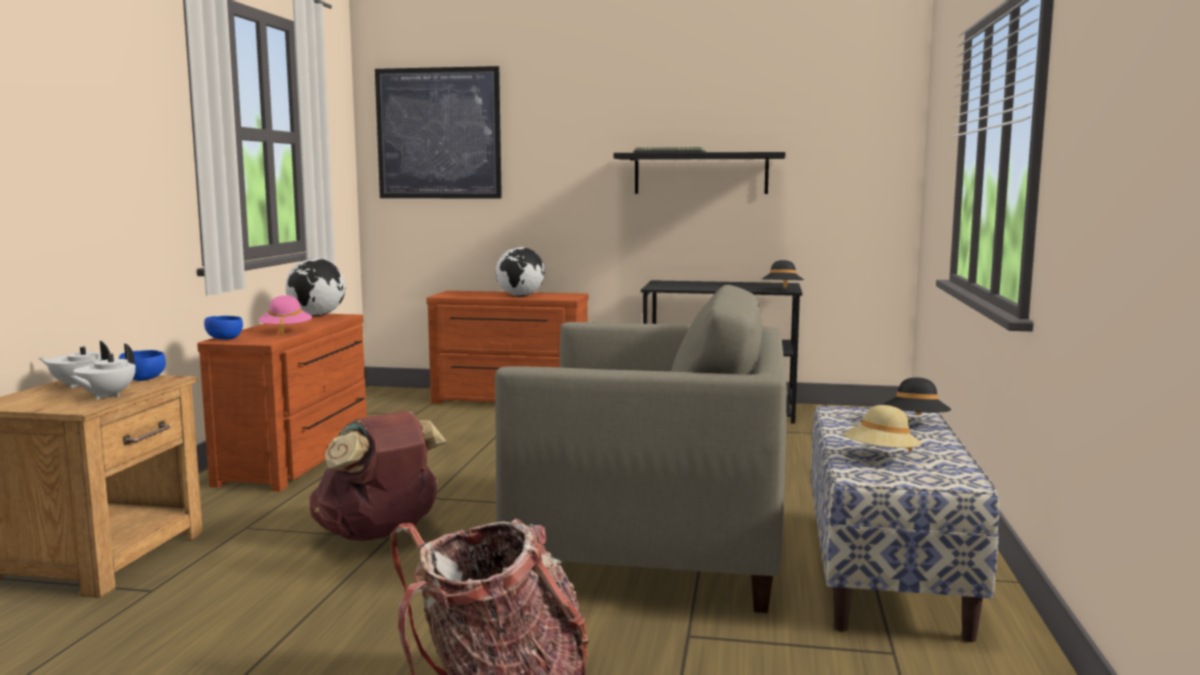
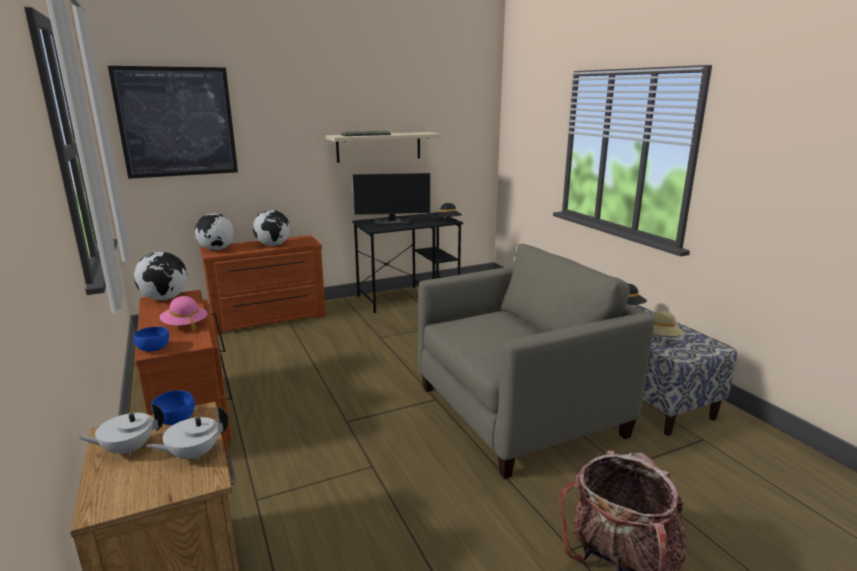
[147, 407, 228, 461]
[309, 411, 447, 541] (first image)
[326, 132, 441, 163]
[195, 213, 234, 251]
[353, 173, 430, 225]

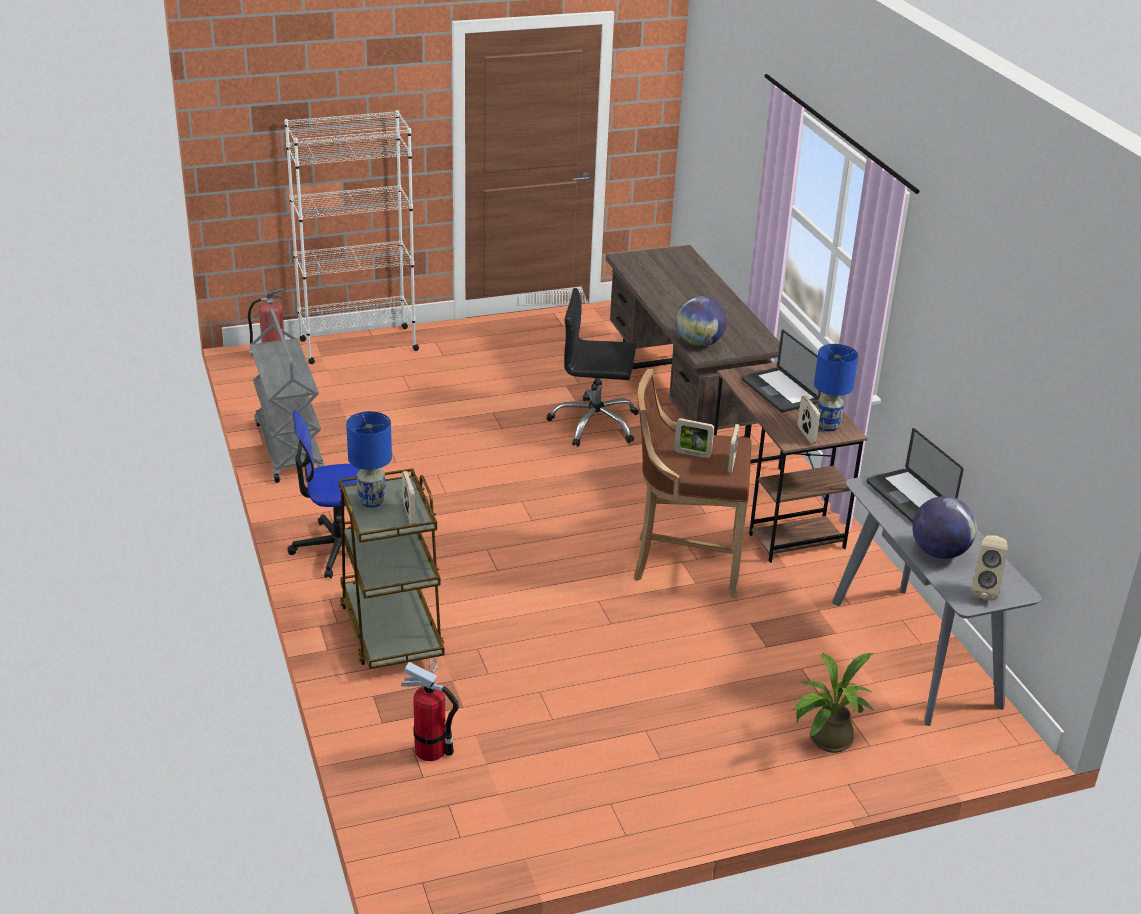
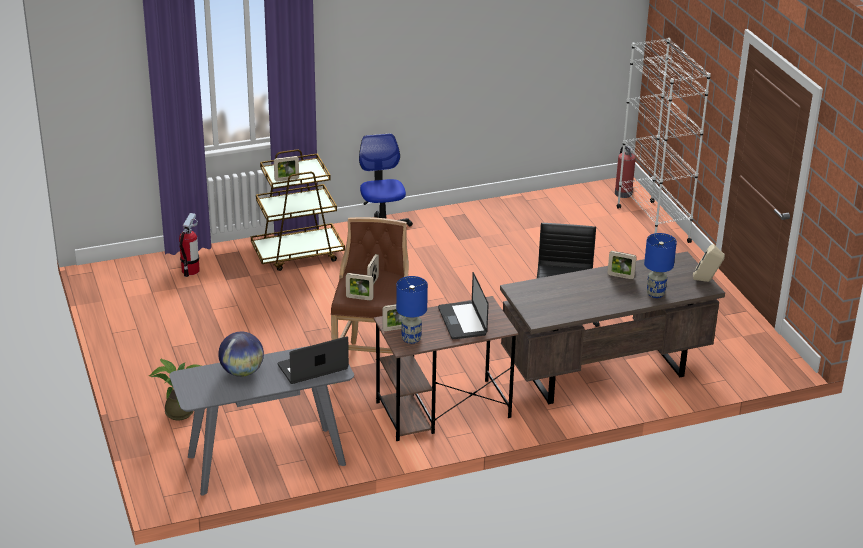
[250, 308, 324, 483] (first image)
[644, 233, 677, 298]
[676, 296, 727, 347] (first image)
[438, 272, 489, 339]
[693, 244, 725, 282]
[607, 251, 637, 279]

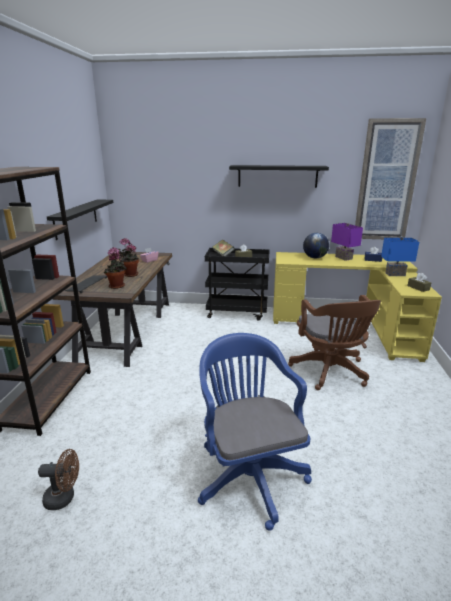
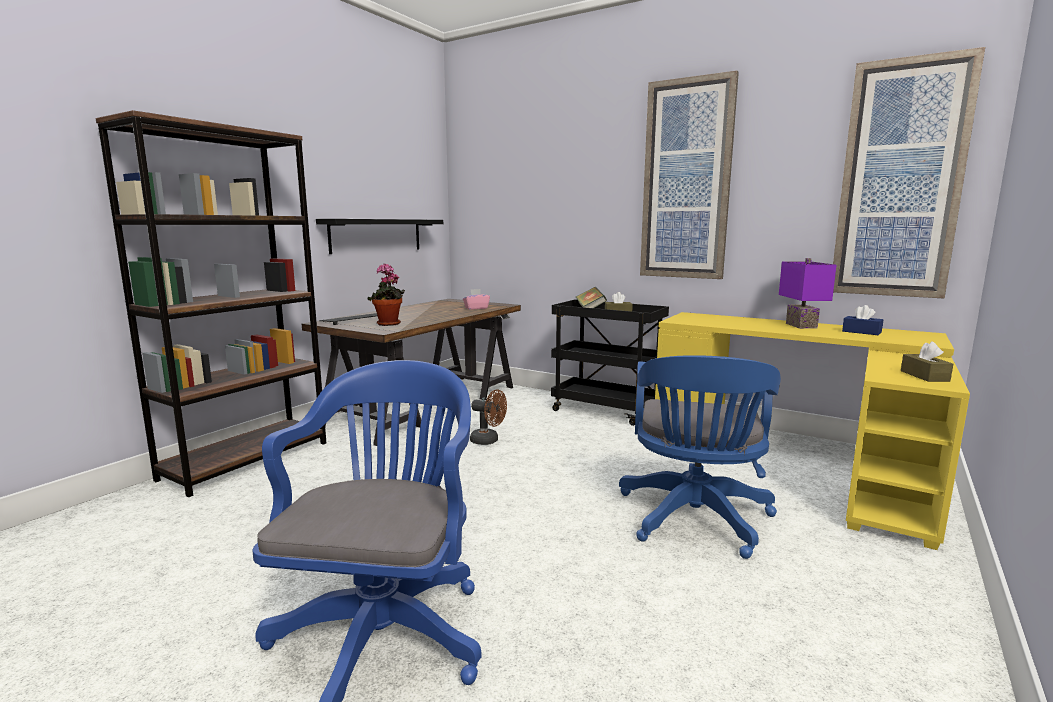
[470, 390, 507, 445]
[118, 238, 139, 277] (first image)
[640, 71, 739, 279]
[619, 355, 781, 559]
[303, 233, 329, 259] (first image)
[381, 237, 419, 276] (first image)

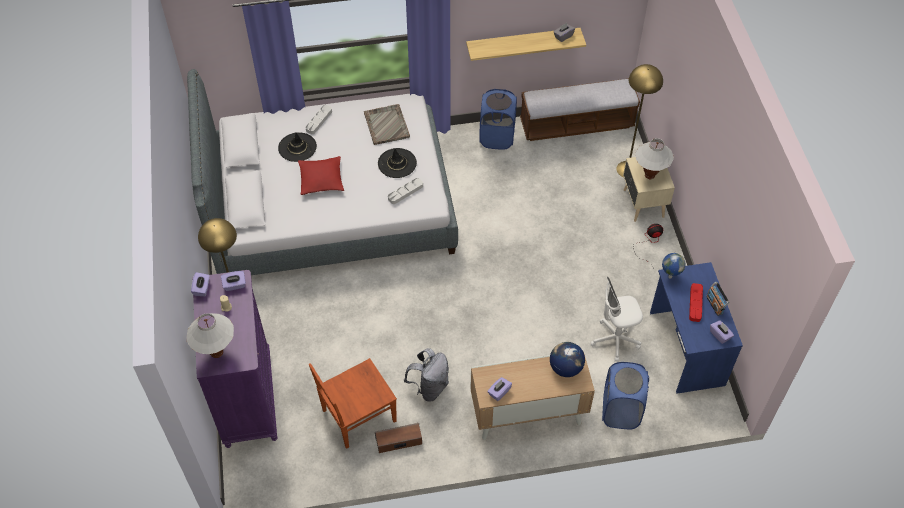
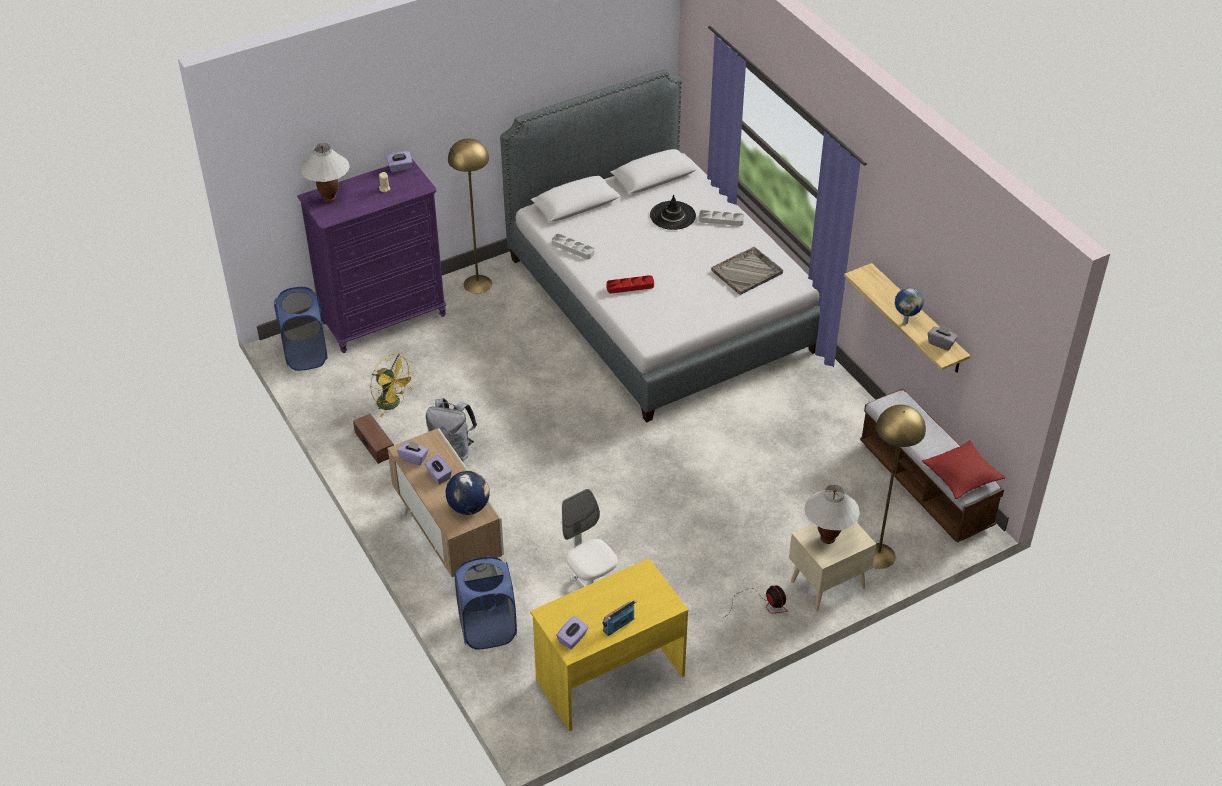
[425, 455, 452, 484]
[922, 440, 1005, 499]
[370, 354, 415, 417]
[378, 148, 417, 178] (first image)
[552, 234, 595, 259]
[274, 287, 328, 371]
[530, 558, 689, 731]
[895, 288, 924, 324]
[607, 275, 654, 294]

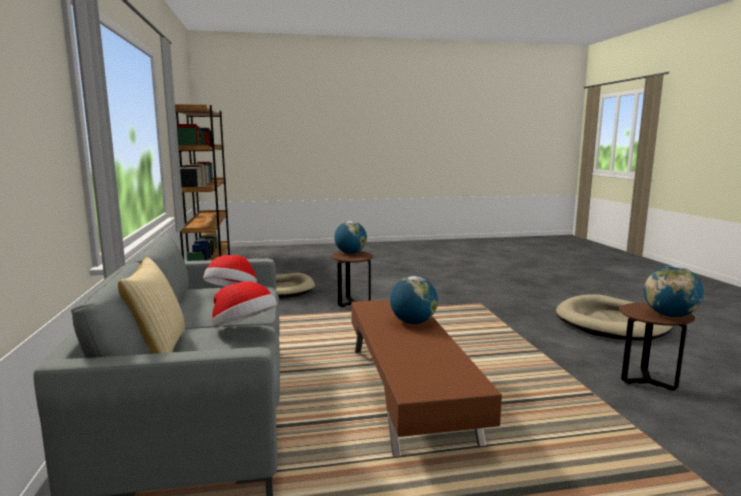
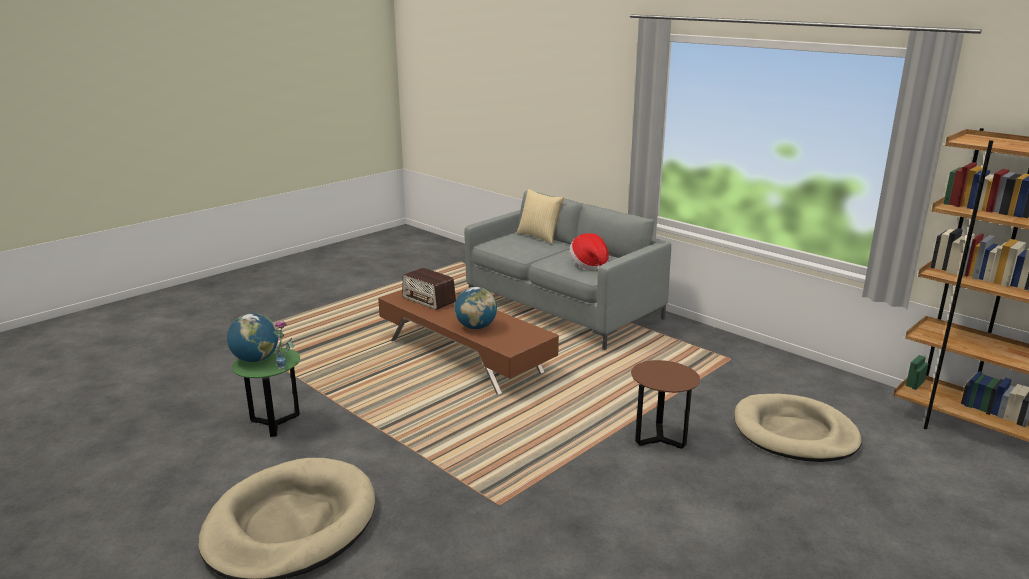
[212, 281, 277, 328] (first image)
[334, 221, 367, 254] (first image)
[232, 348, 300, 437]
[273, 321, 294, 369]
[402, 268, 456, 310]

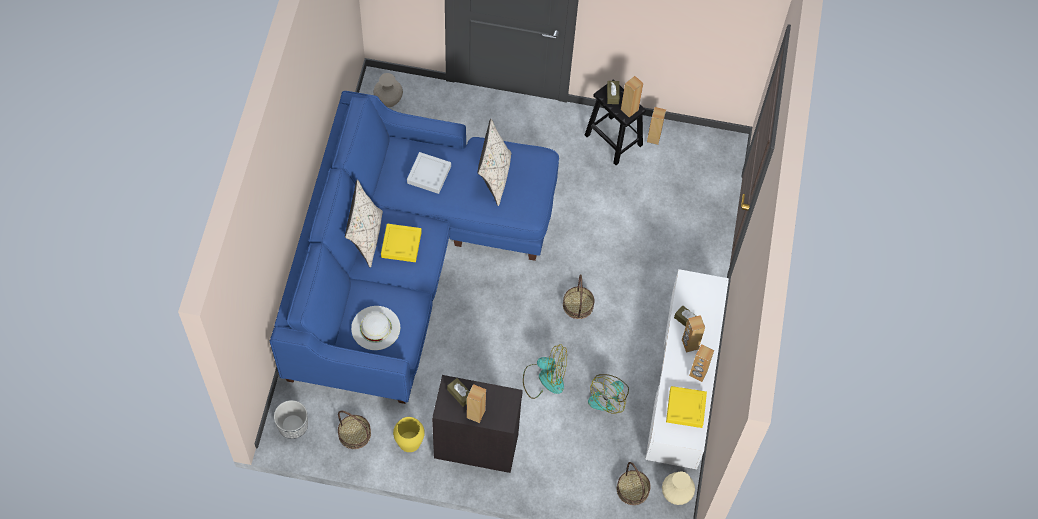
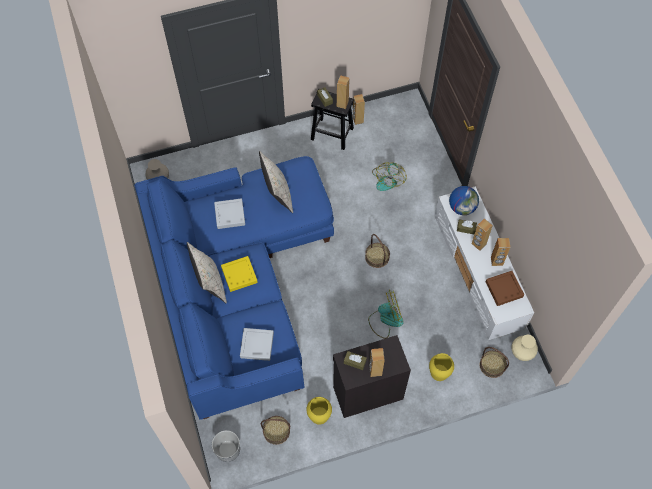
[240, 328, 274, 361]
[372, 162, 407, 191]
[486, 271, 524, 306]
[429, 353, 454, 381]
[449, 186, 479, 215]

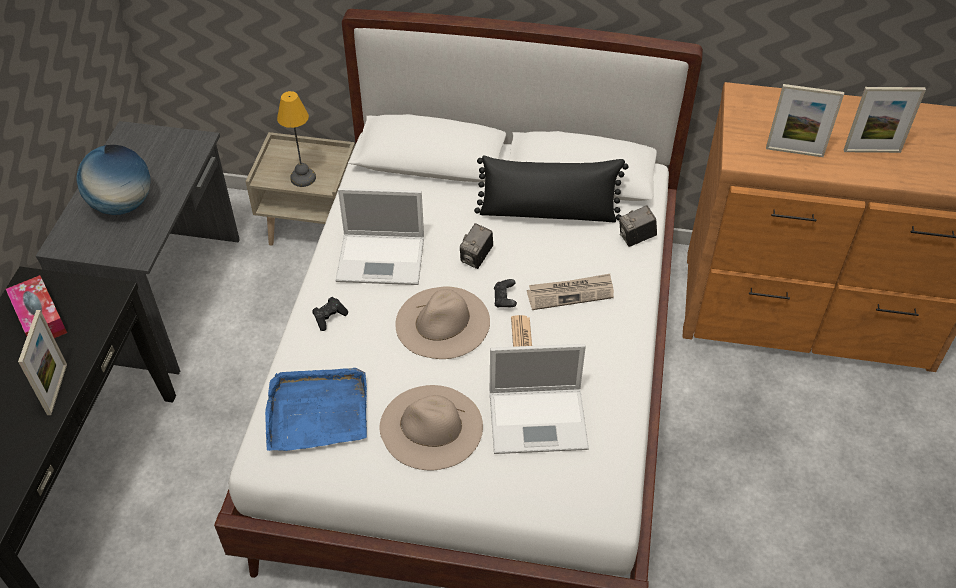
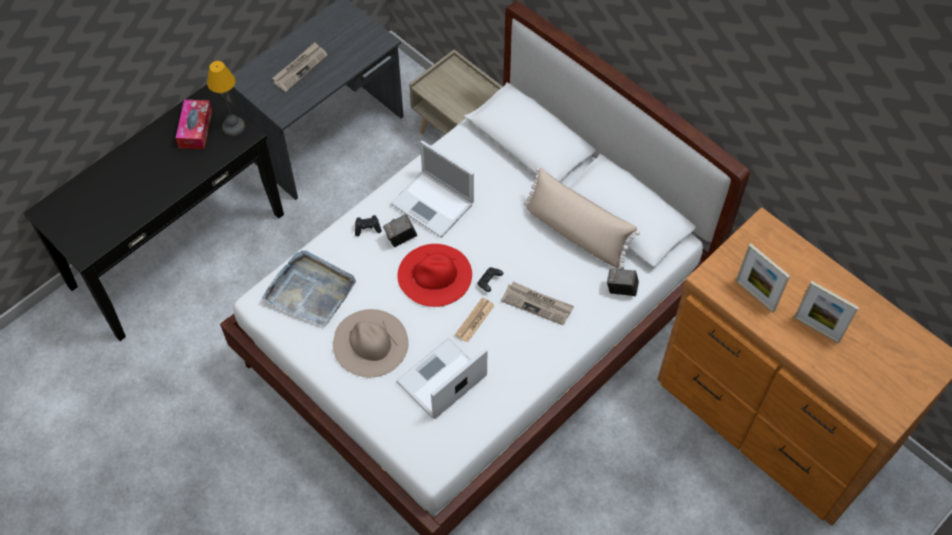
[18, 310, 67, 415] (first image)
[272, 42, 328, 92]
[262, 250, 356, 326]
[207, 61, 245, 136]
[397, 244, 472, 307]
[383, 214, 417, 247]
[524, 167, 640, 268]
[396, 338, 488, 419]

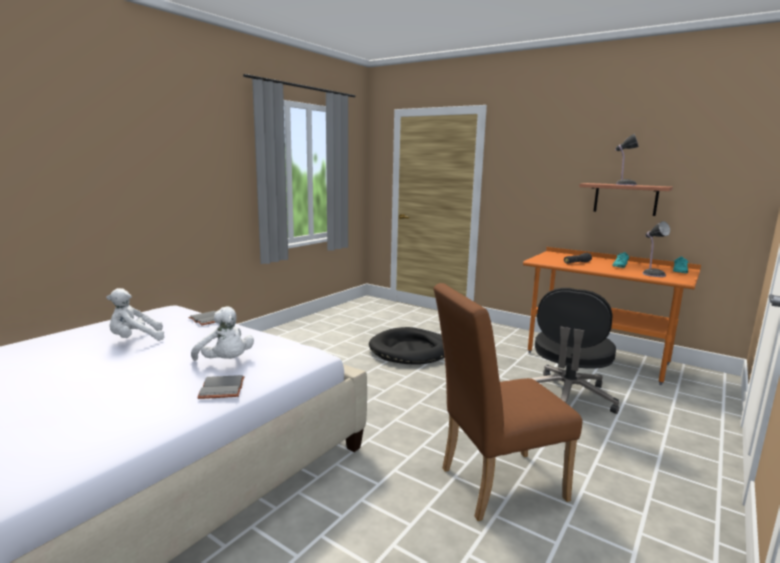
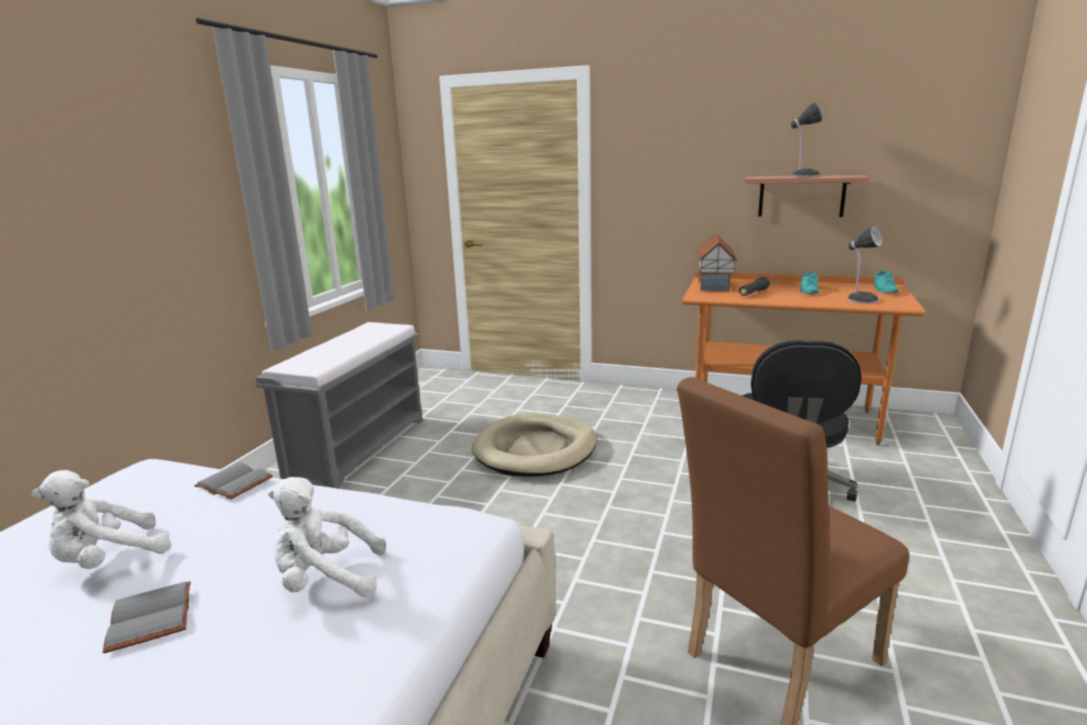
[268, 477, 386, 597]
[103, 581, 191, 653]
[472, 413, 597, 477]
[255, 322, 423, 489]
[696, 234, 738, 292]

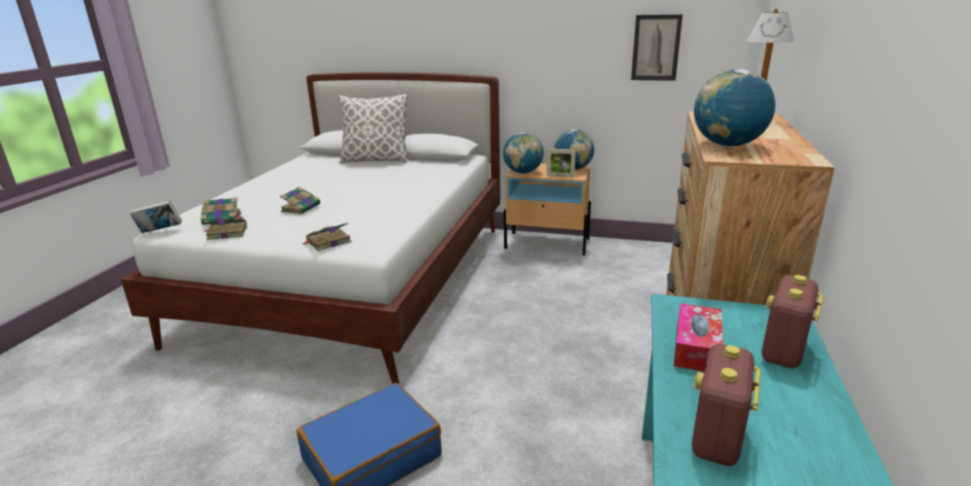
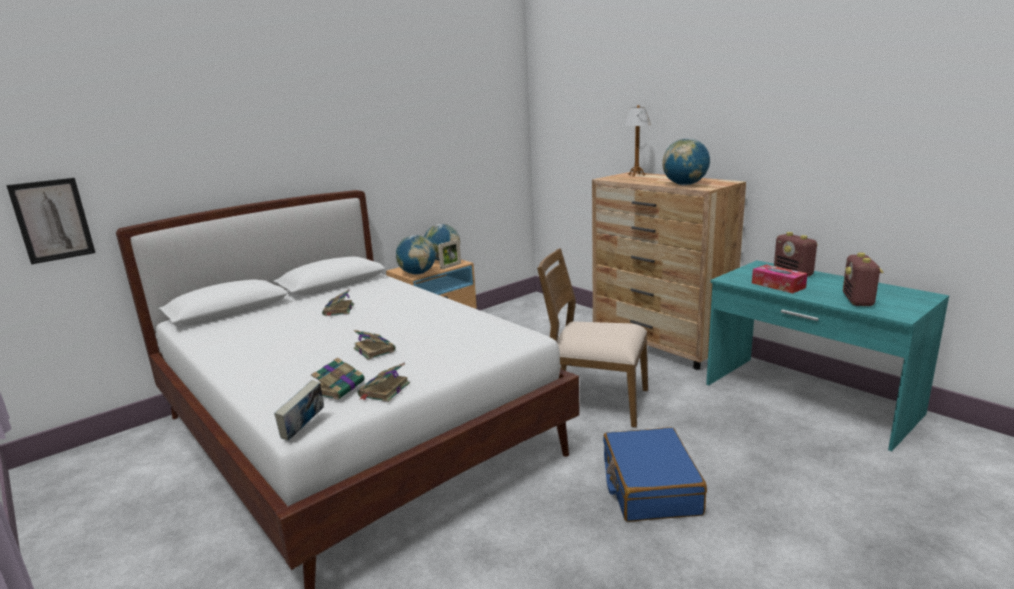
[322, 289, 354, 316]
[339, 94, 407, 164] (first image)
[6, 178, 96, 264]
[843, 252, 883, 306]
[537, 248, 648, 428]

